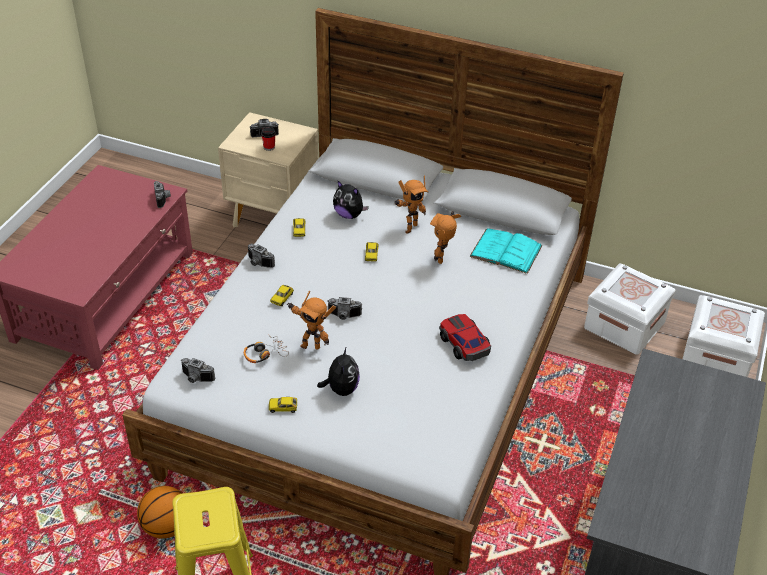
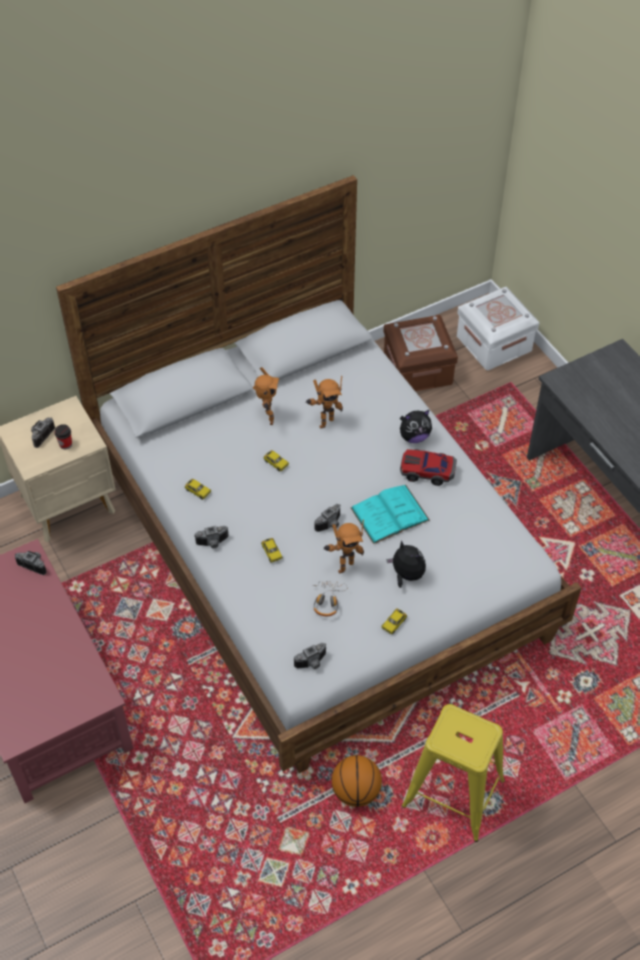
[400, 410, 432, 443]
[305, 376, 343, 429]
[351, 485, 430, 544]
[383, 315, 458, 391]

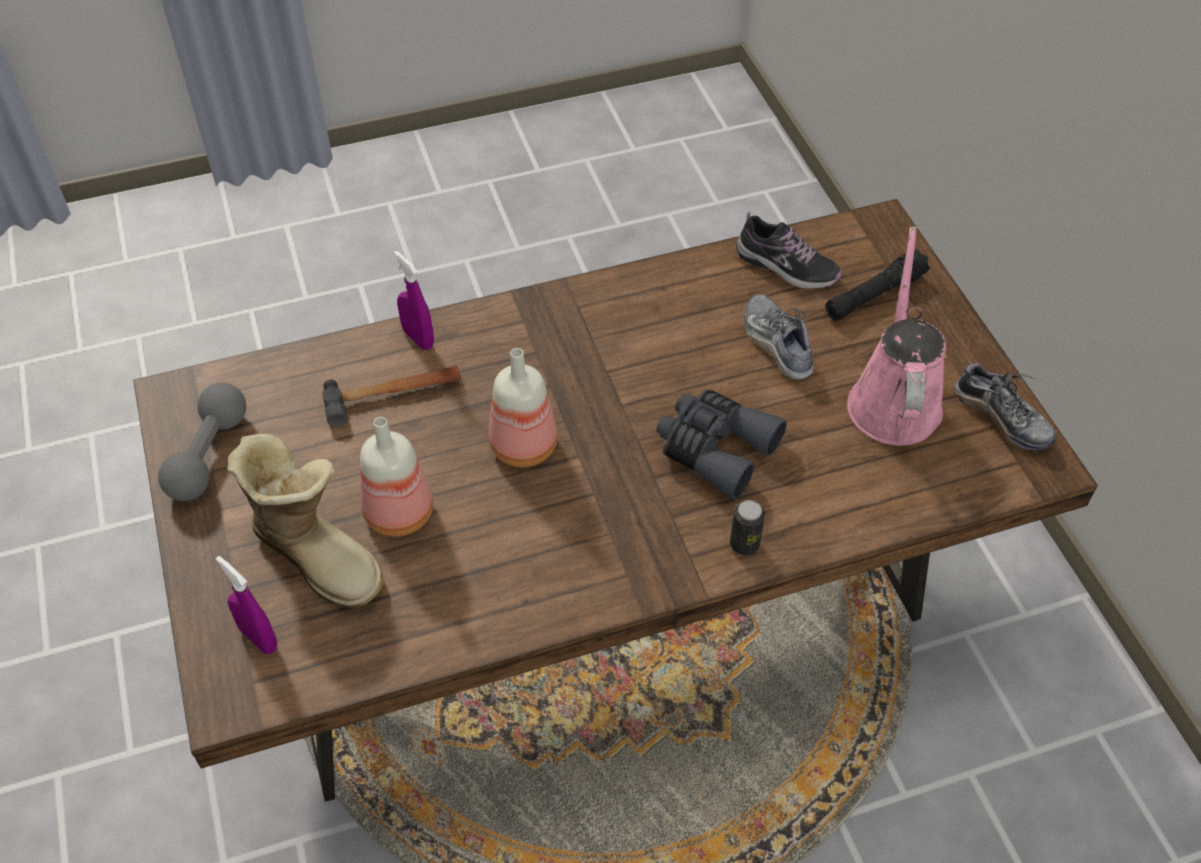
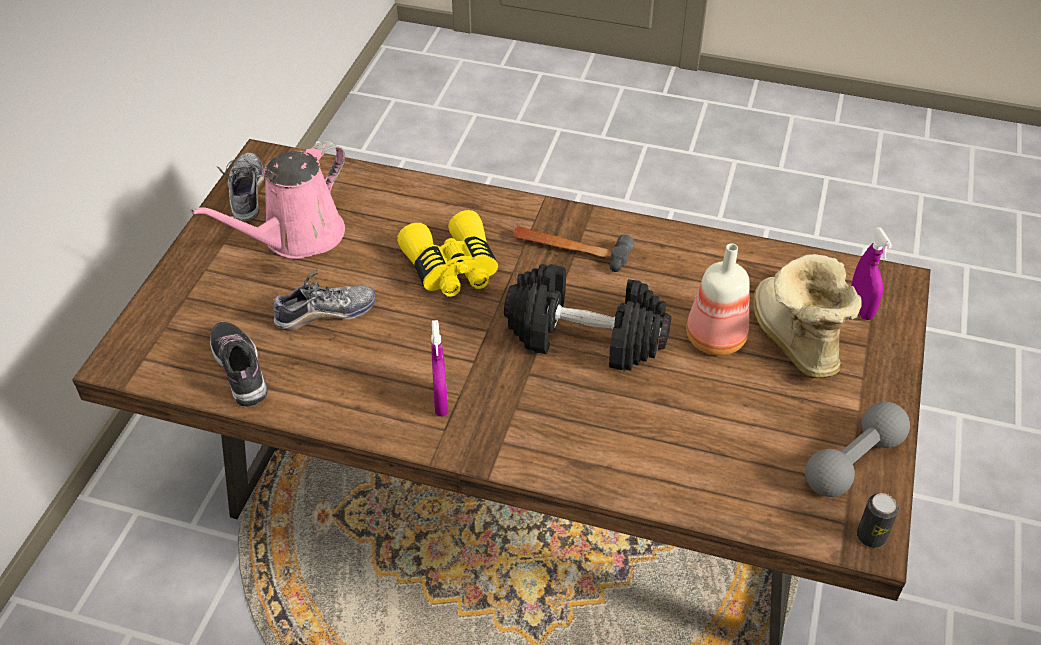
[512, 226, 634, 272]
[431, 320, 448, 416]
[504, 264, 671, 370]
[397, 210, 498, 297]
[857, 493, 899, 548]
[272, 268, 376, 331]
[825, 249, 930, 321] (first image)

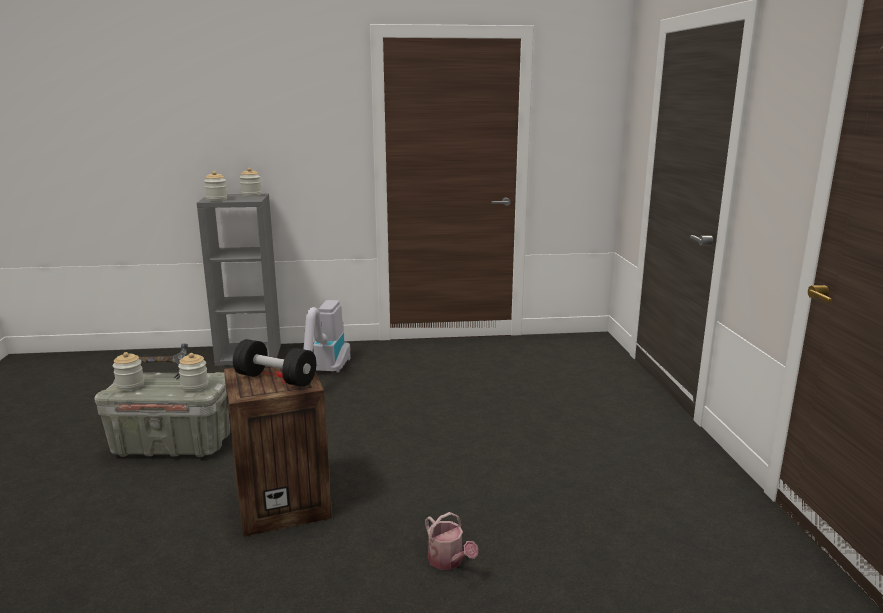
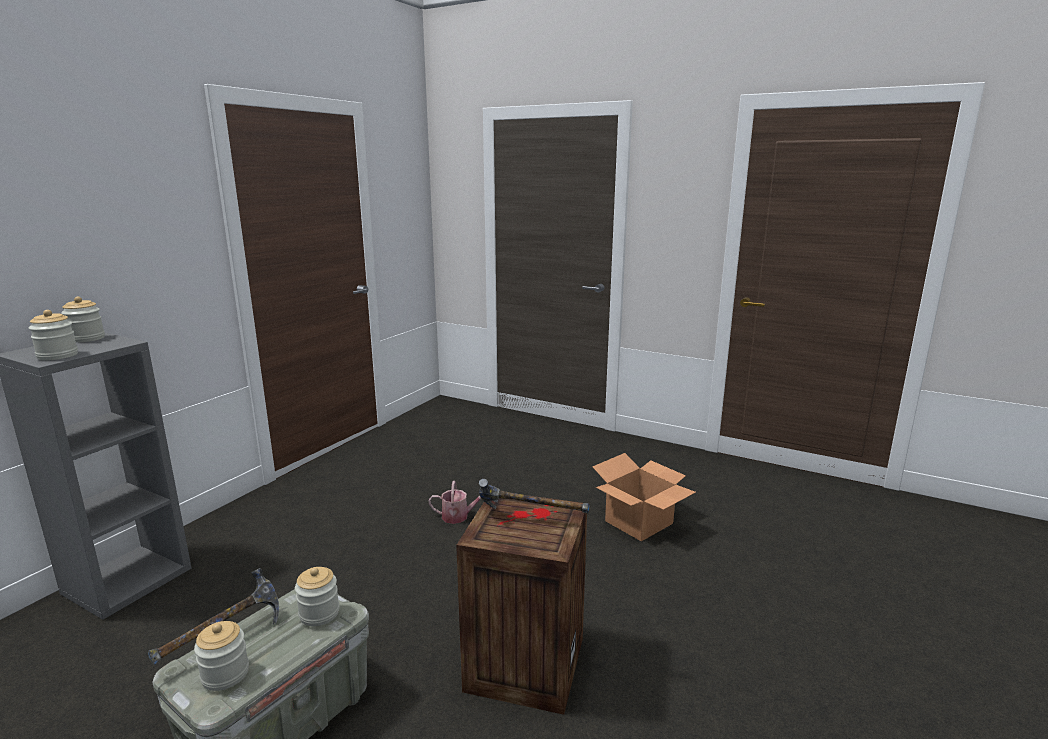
[479, 479, 590, 514]
[304, 300, 351, 373] (first image)
[428, 481, 481, 524]
[592, 453, 696, 541]

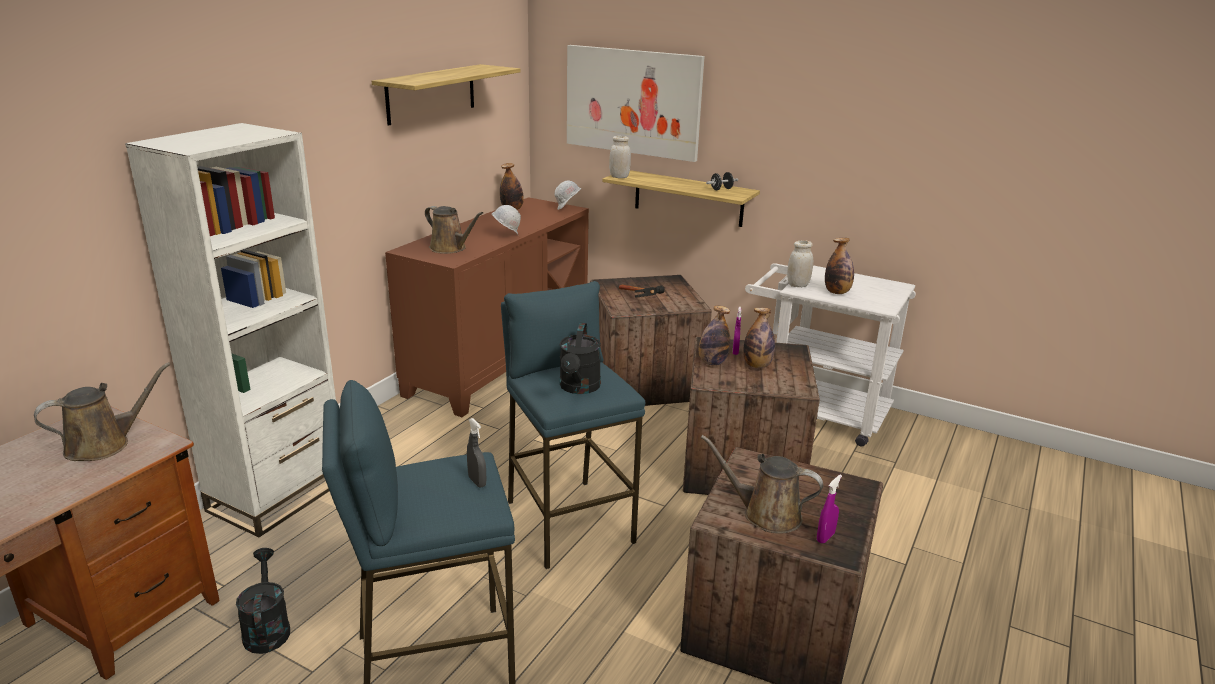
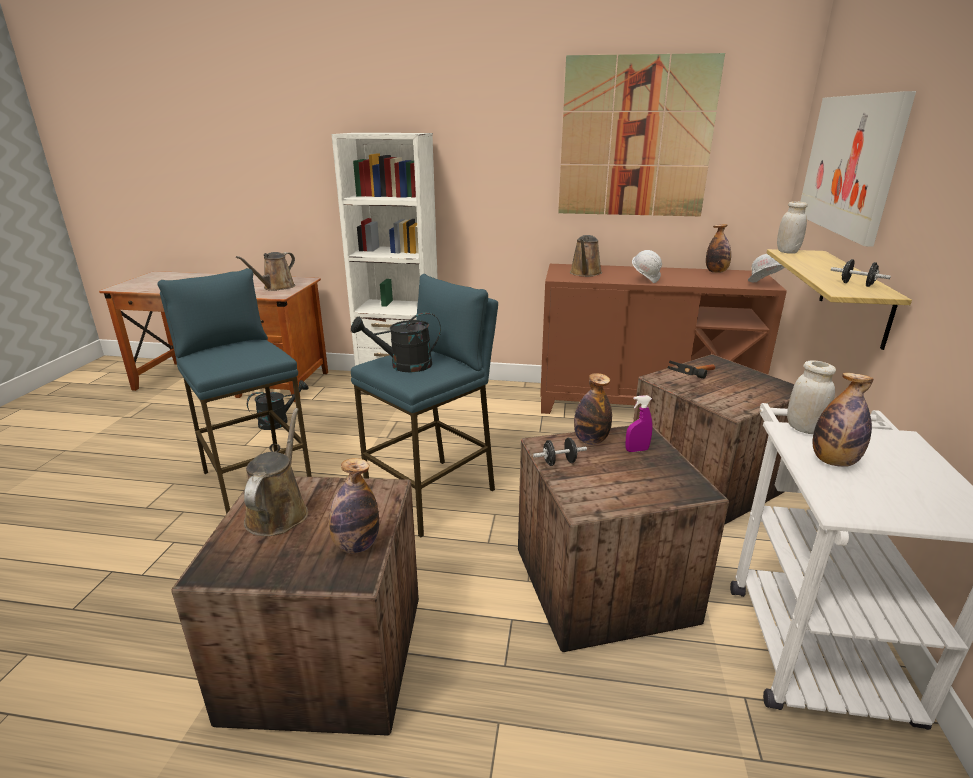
[236, 252, 295, 291]
[558, 53, 725, 216]
[467, 418, 486, 488] (first image)
[329, 458, 379, 554]
[817, 474, 842, 544] (first image)
[533, 438, 587, 466]

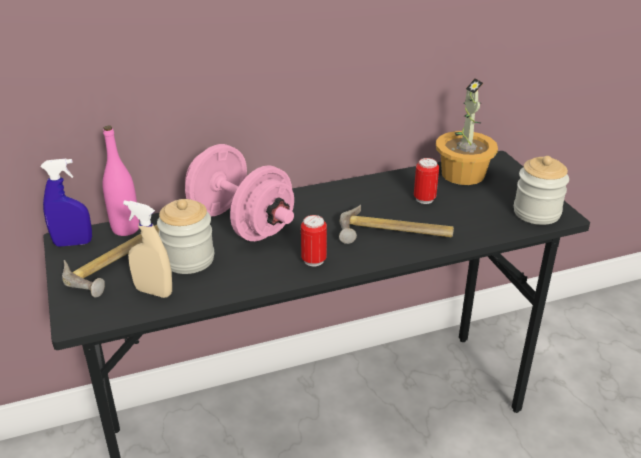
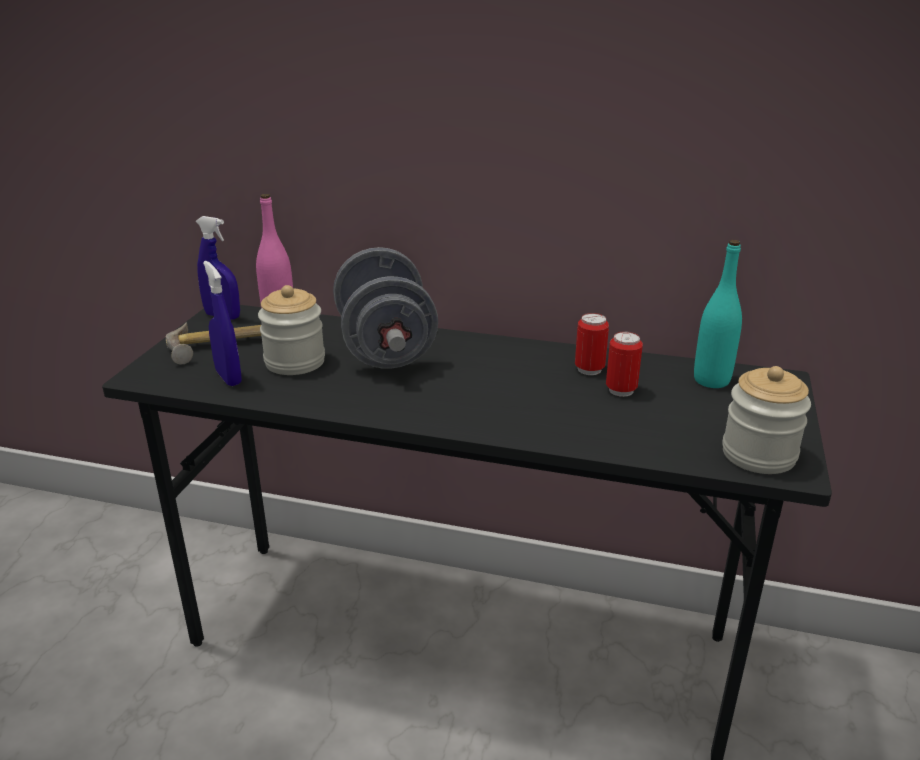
[203, 261, 242, 386]
[333, 247, 438, 369]
[575, 313, 609, 375]
[339, 205, 454, 244] (first image)
[694, 240, 742, 388]

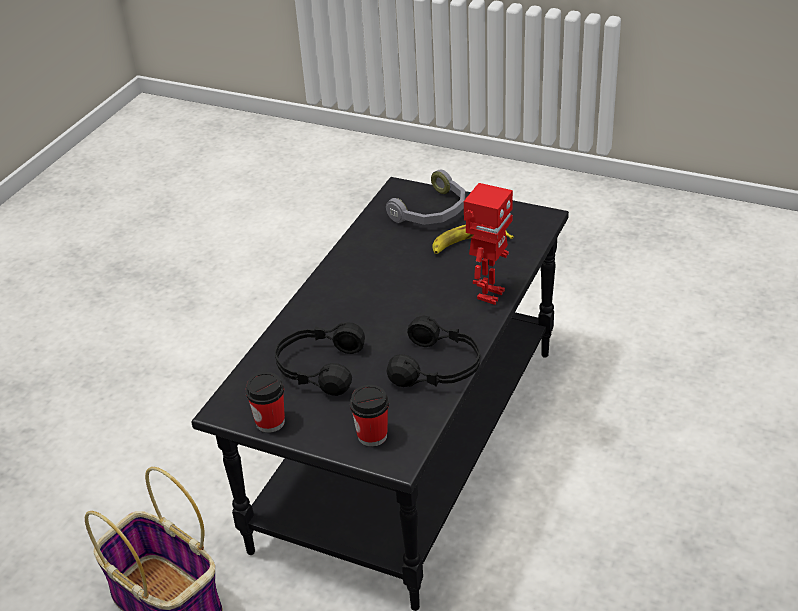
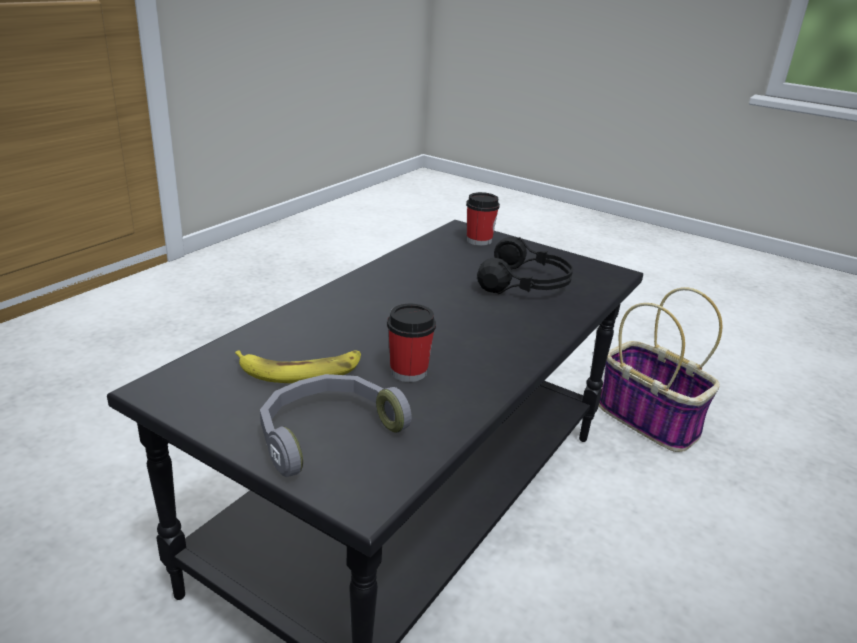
[387, 304, 436, 382]
[387, 315, 480, 387] (first image)
[464, 183, 513, 305] (first image)

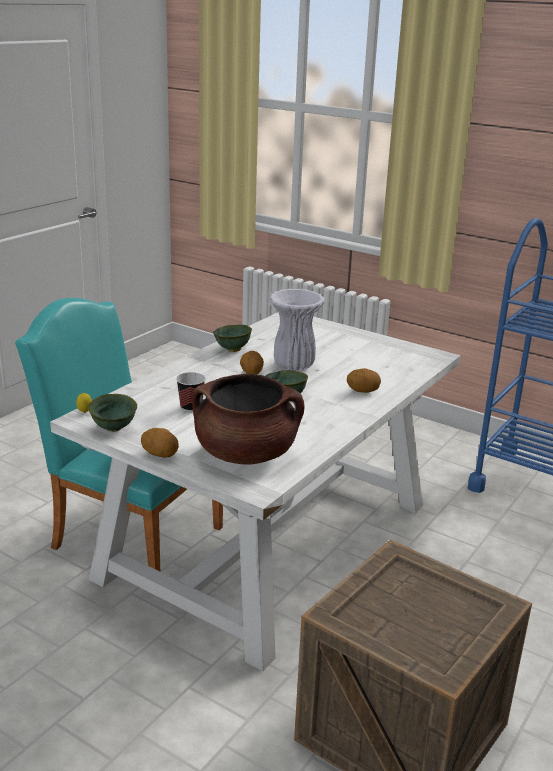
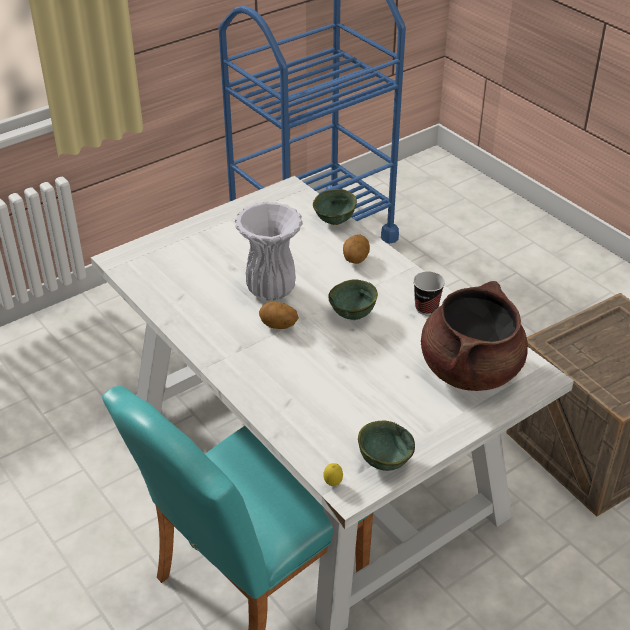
[141, 428, 179, 458] (first image)
[413, 271, 445, 315]
[313, 189, 357, 225]

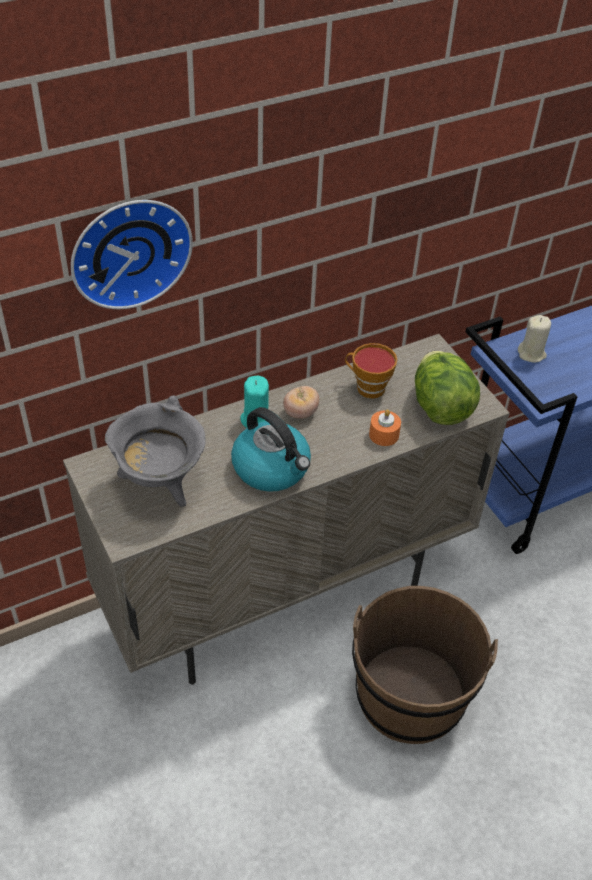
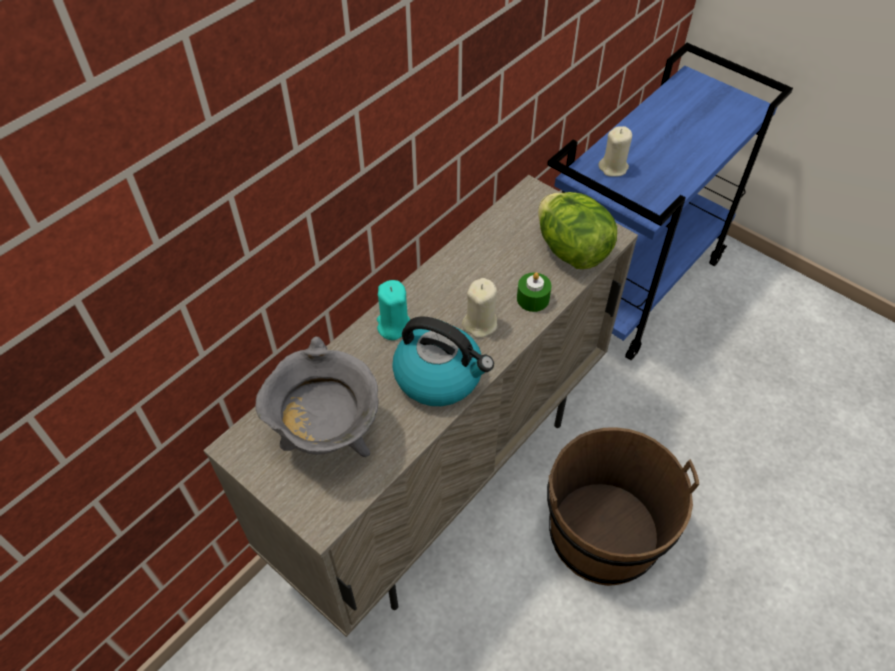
[71, 200, 193, 309] (first image)
[283, 386, 319, 419] (first image)
[345, 343, 397, 399] (first image)
[517, 272, 552, 312]
[462, 278, 497, 338]

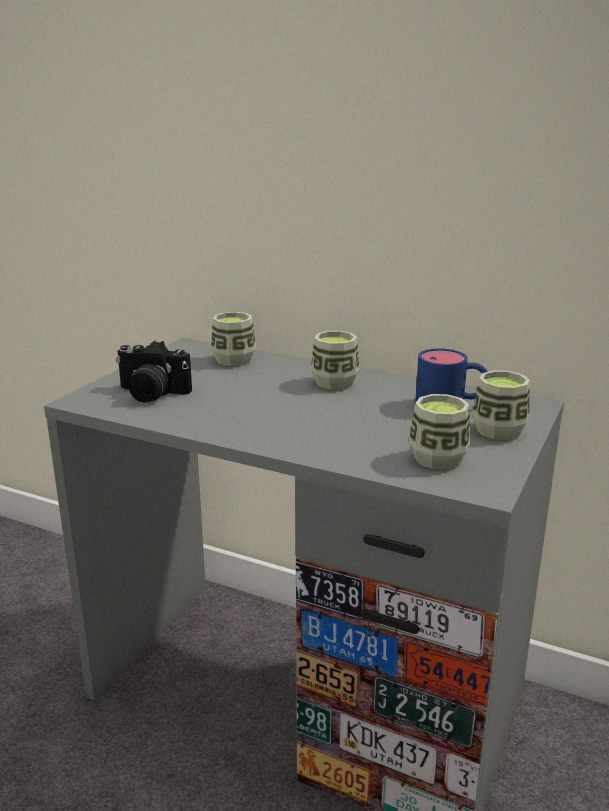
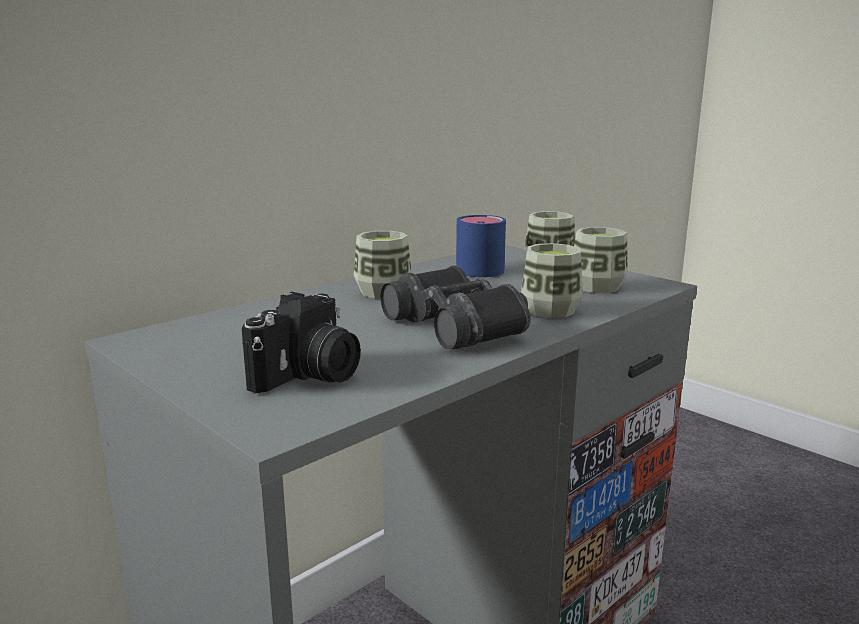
[521, 243, 583, 318]
[381, 265, 531, 350]

